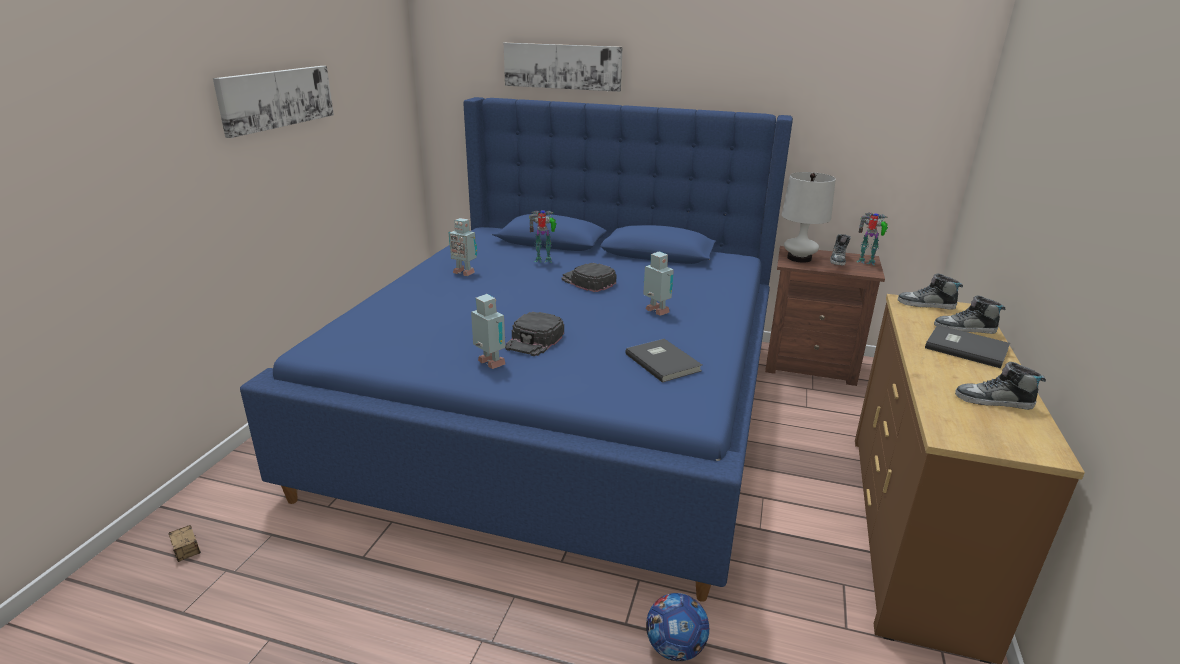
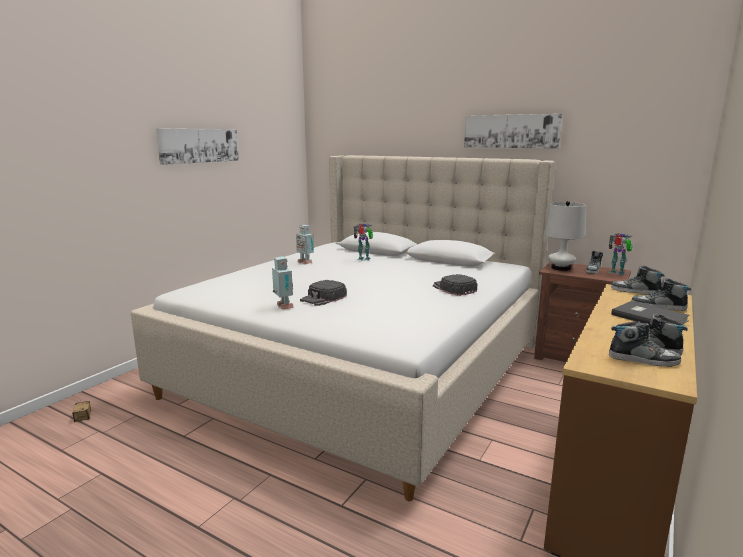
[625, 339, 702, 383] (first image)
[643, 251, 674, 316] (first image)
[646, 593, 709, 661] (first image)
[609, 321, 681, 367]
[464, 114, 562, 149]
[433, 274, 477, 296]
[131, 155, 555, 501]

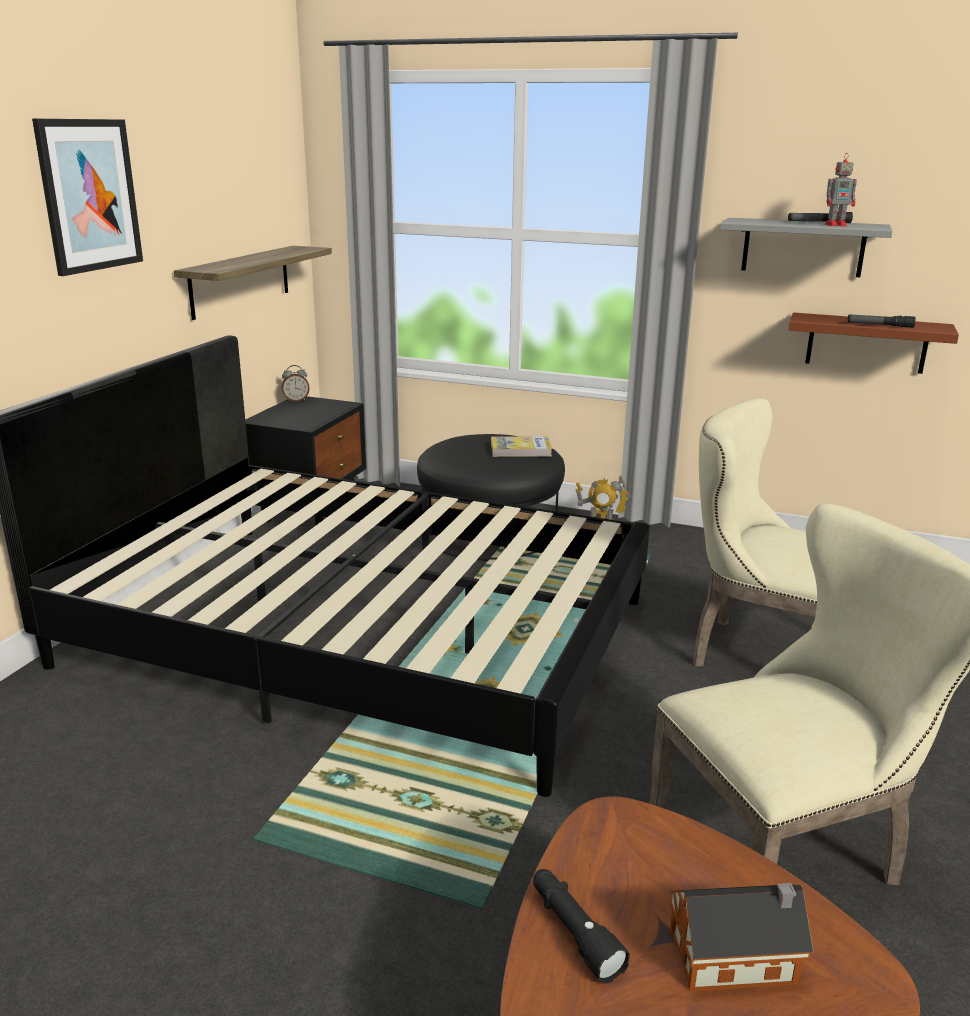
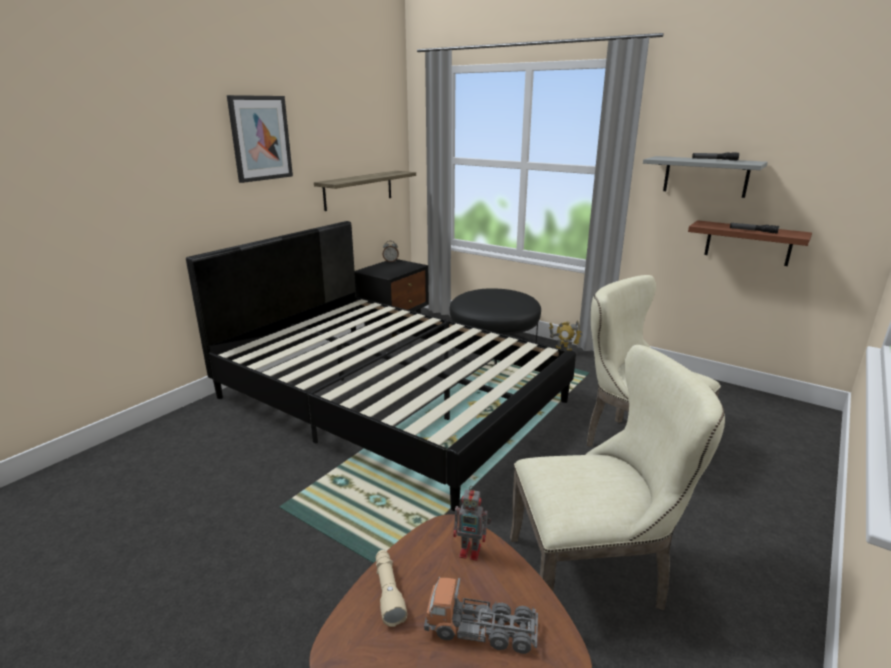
[491, 436, 552, 457] (first image)
[453, 486, 491, 561]
[424, 577, 538, 654]
[376, 550, 407, 627]

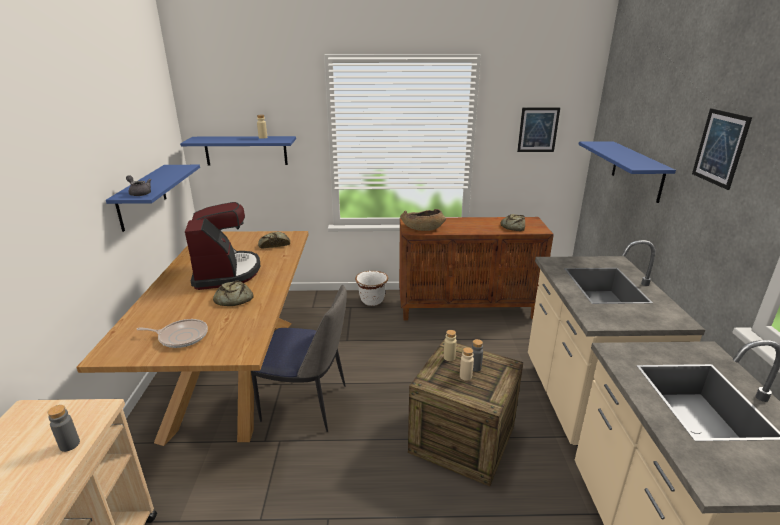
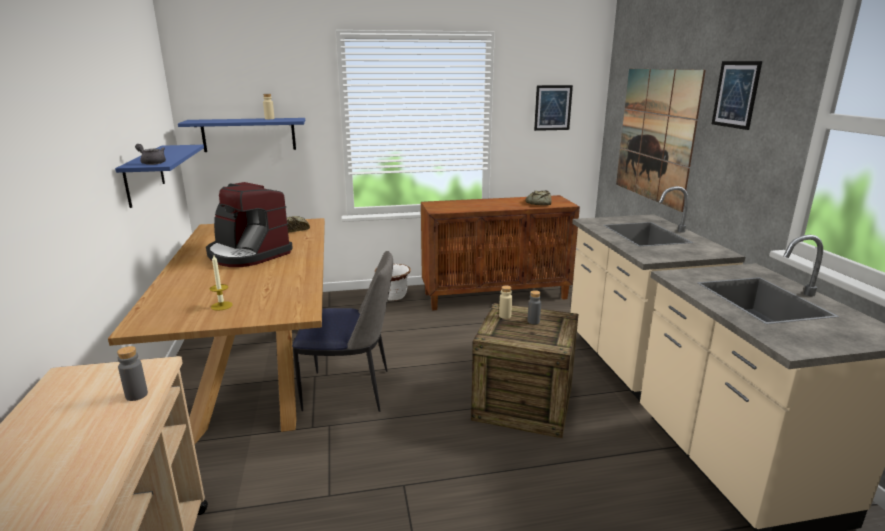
[213, 280, 254, 306] (first image)
[400, 209, 446, 231] (first image)
[460, 347, 474, 381] (first image)
[210, 255, 233, 311]
[616, 69, 706, 212]
[206, 182, 293, 267]

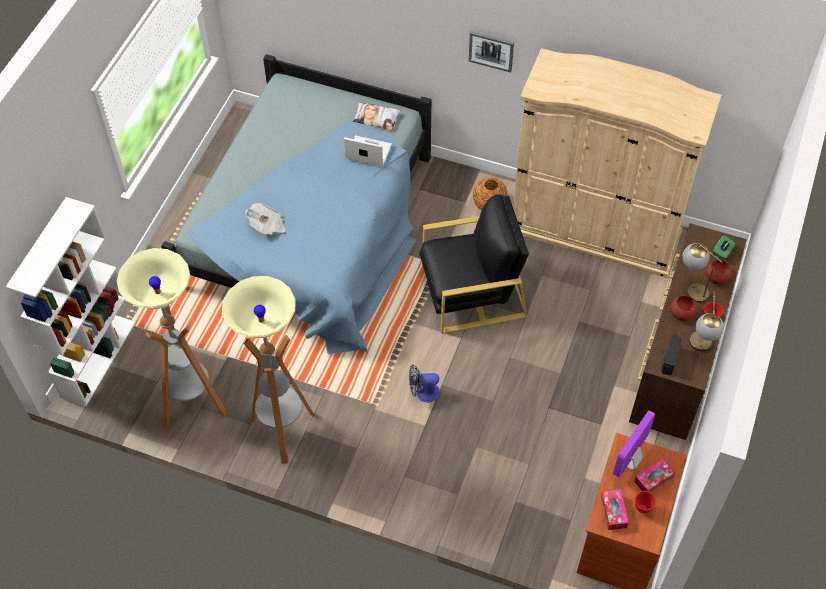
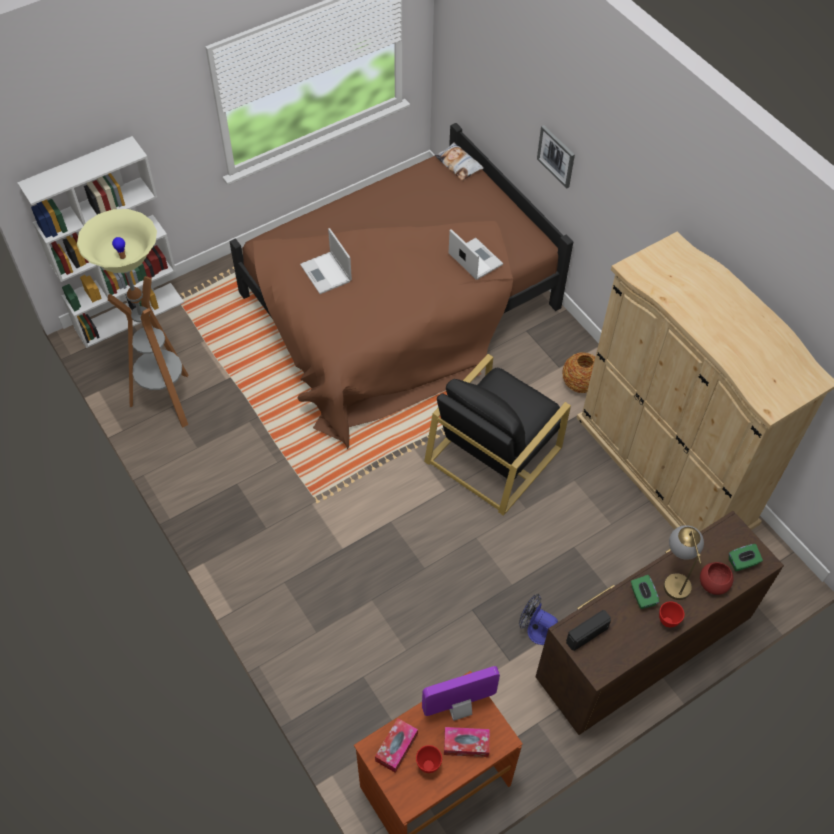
[222, 276, 315, 464] (first image)
[689, 291, 724, 351] (first image)
[435, 142, 484, 181]
[519, 594, 558, 645]
[537, 125, 575, 188]
[300, 228, 352, 294]
[631, 575, 659, 609]
[229, 123, 573, 449]
[424, 354, 571, 516]

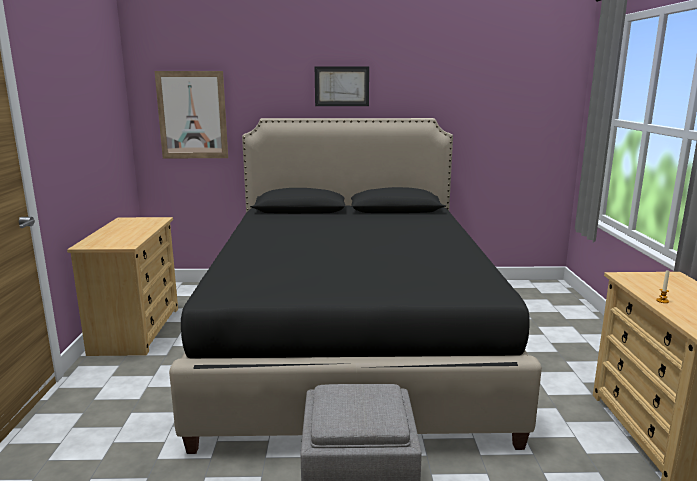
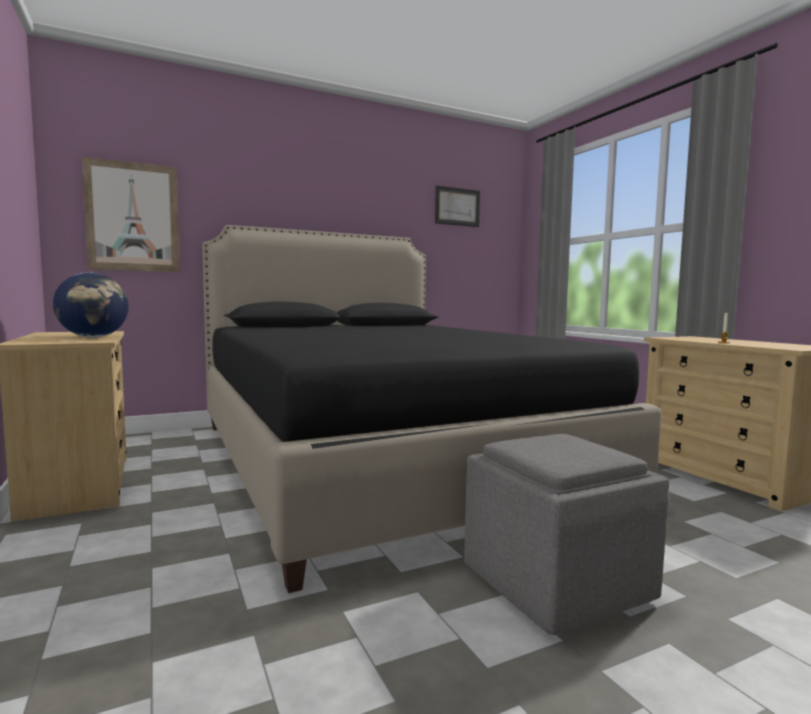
[53, 272, 129, 338]
[435, 185, 480, 227]

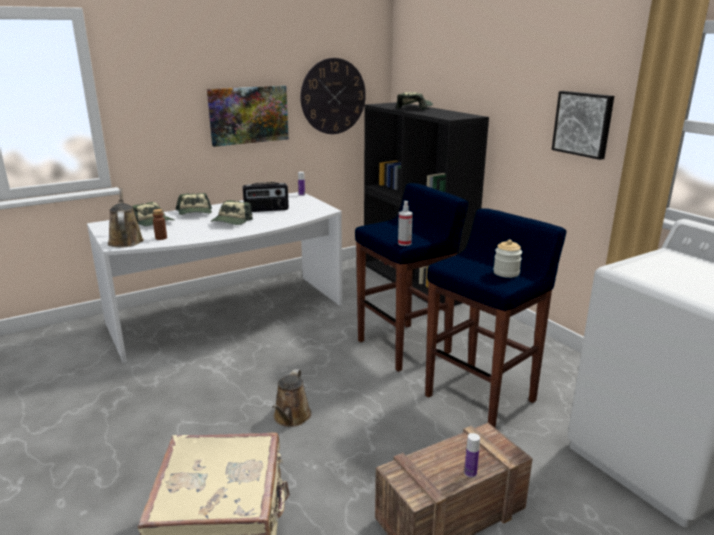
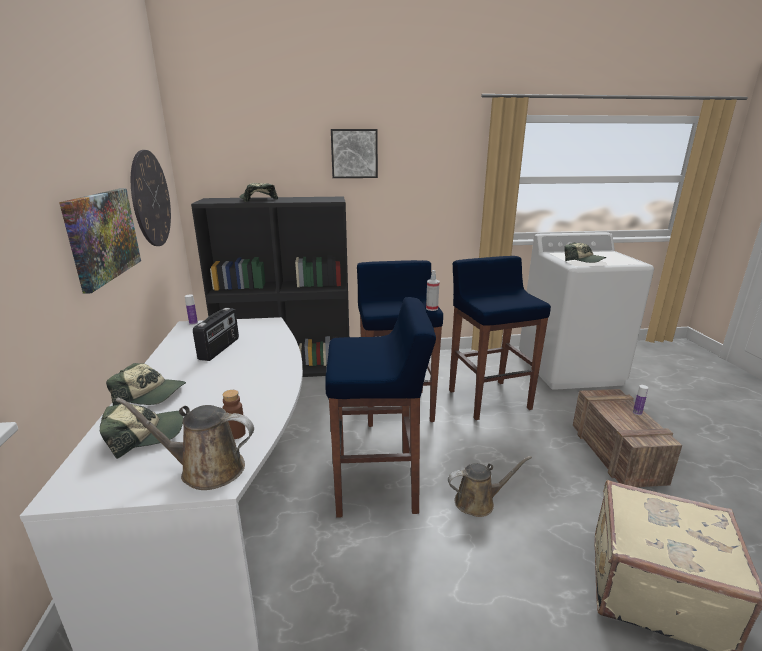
[493, 240, 522, 278] (first image)
[326, 297, 436, 518]
[564, 243, 606, 263]
[331, 129, 378, 178]
[448, 456, 532, 517]

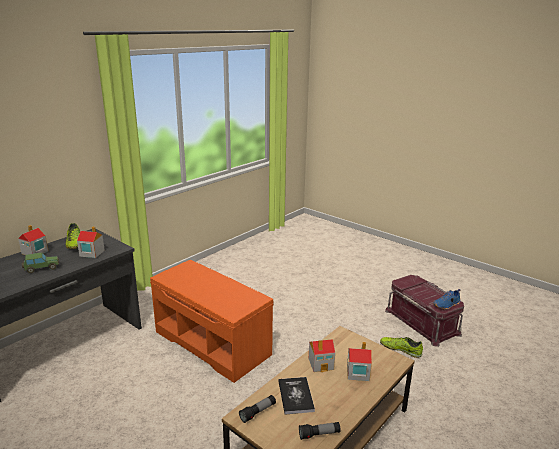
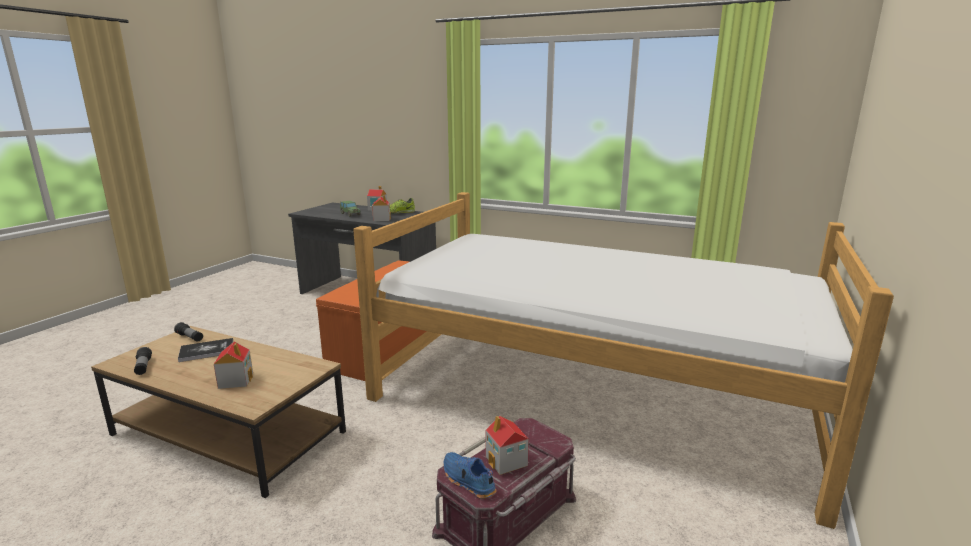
[380, 337, 423, 358] (first image)
[353, 192, 894, 529]
[486, 416, 529, 475]

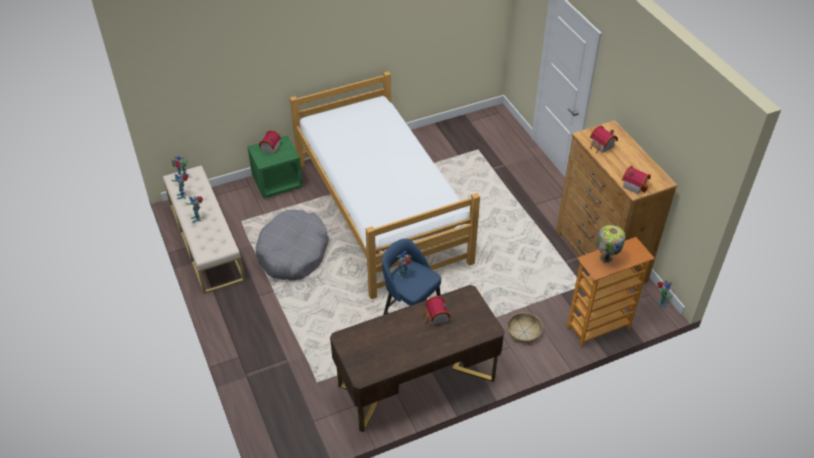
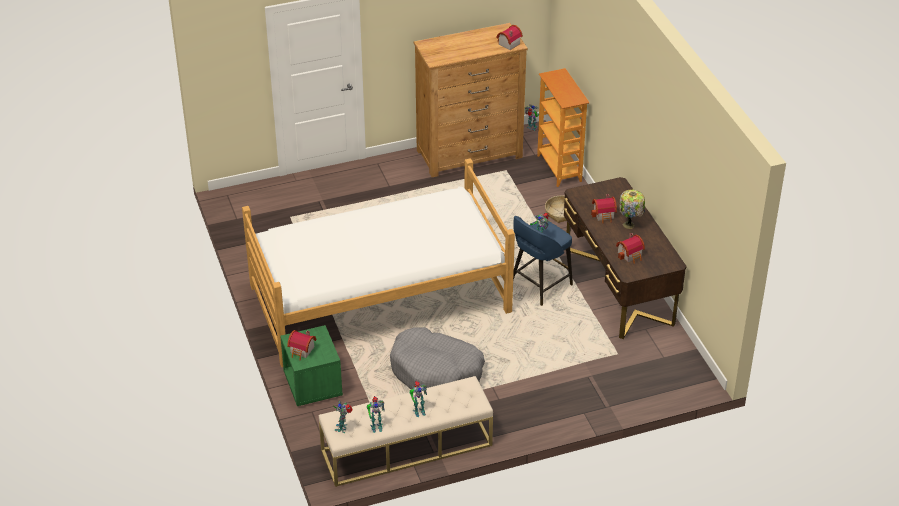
[616, 233, 645, 264]
[619, 190, 645, 229]

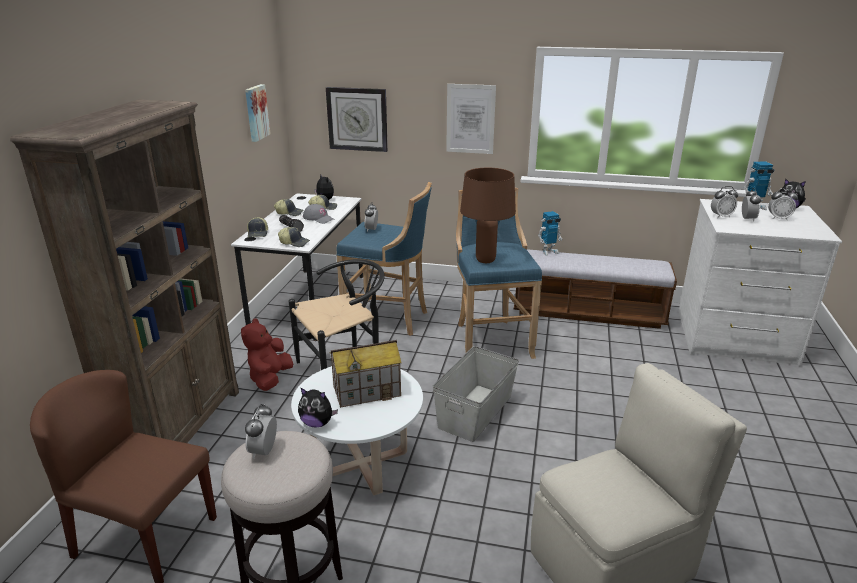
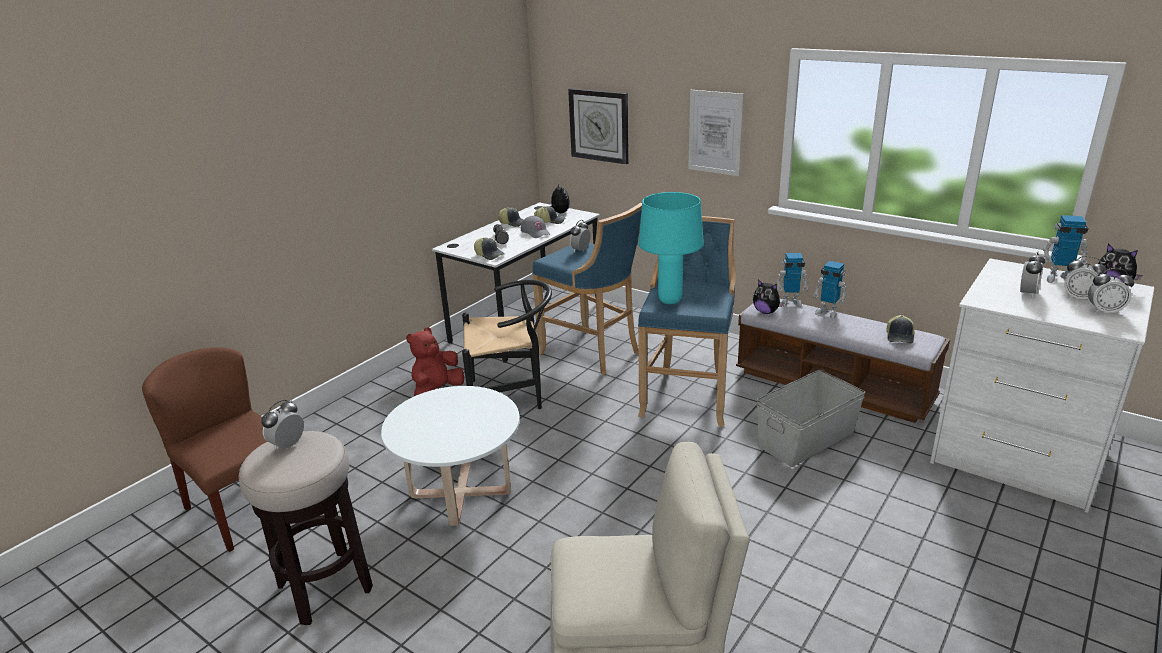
[10, 99, 239, 443] (first image)
[245, 84, 271, 142] (first image)
[330, 340, 402, 408] (first image)
[813, 261, 847, 319]
[886, 315, 915, 343]
[753, 279, 785, 314]
[757, 370, 865, 467]
[1088, 268, 1134, 315]
[638, 192, 704, 304]

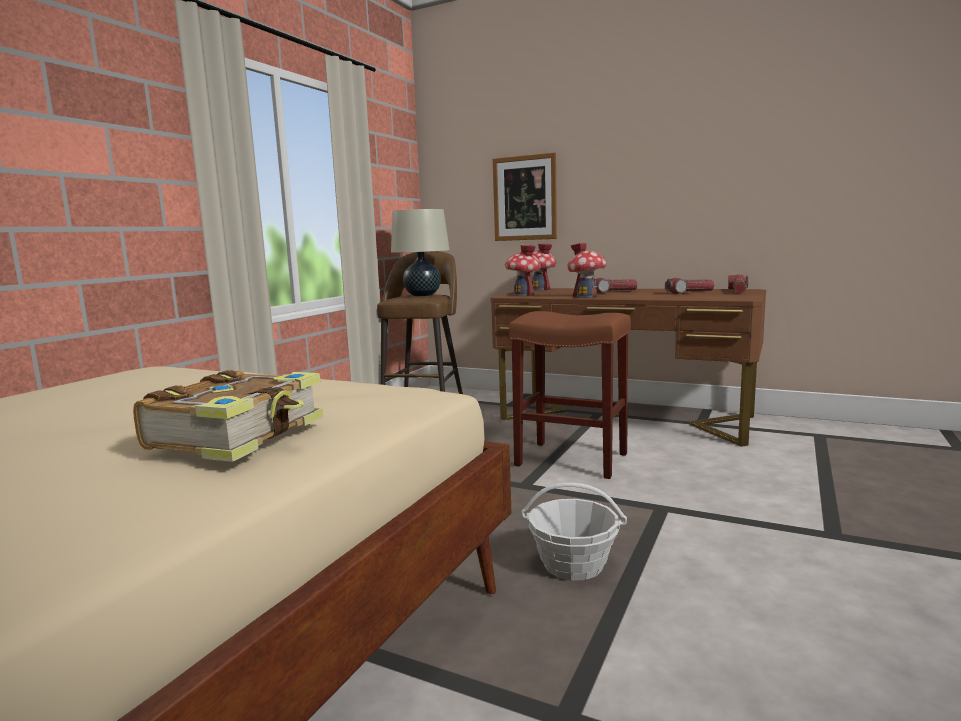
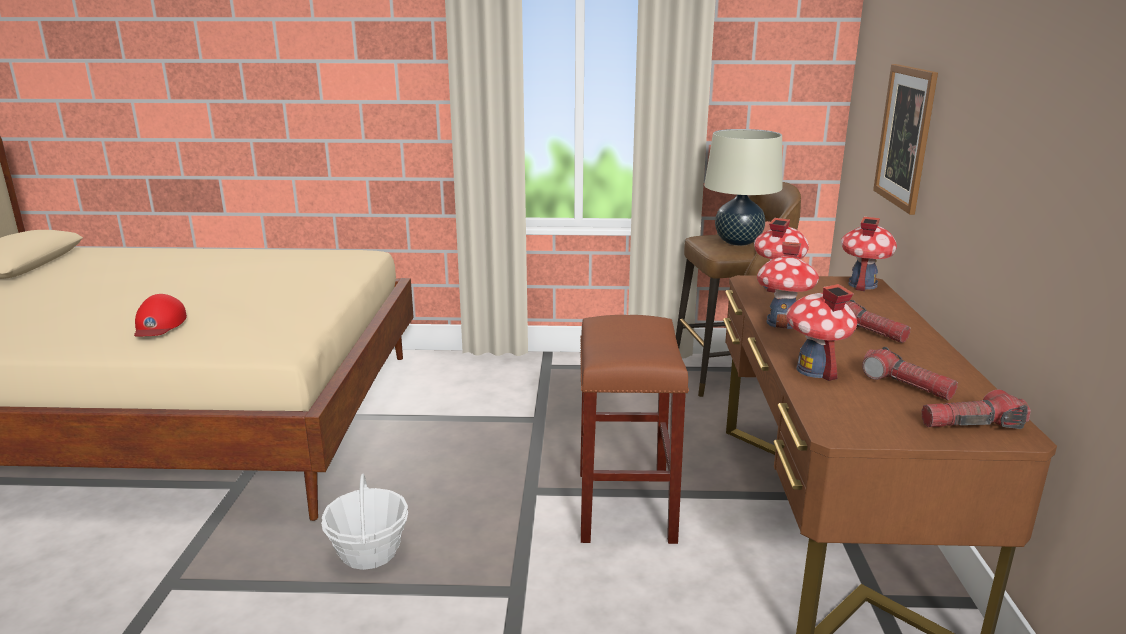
[786, 284, 857, 381]
[134, 294, 187, 337]

